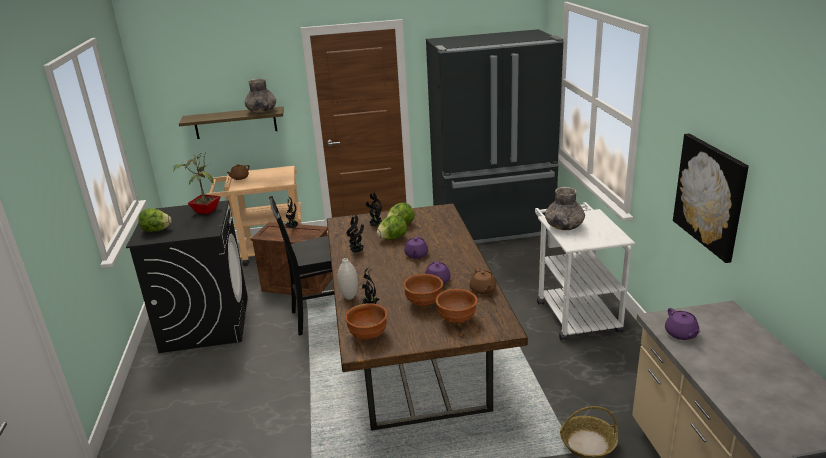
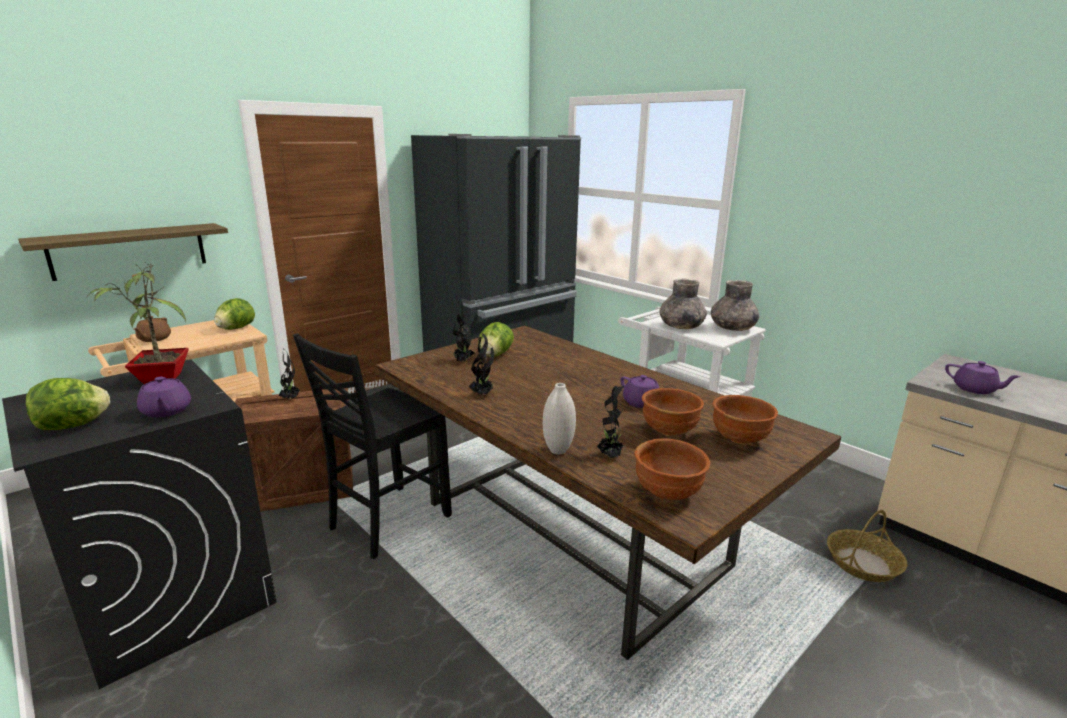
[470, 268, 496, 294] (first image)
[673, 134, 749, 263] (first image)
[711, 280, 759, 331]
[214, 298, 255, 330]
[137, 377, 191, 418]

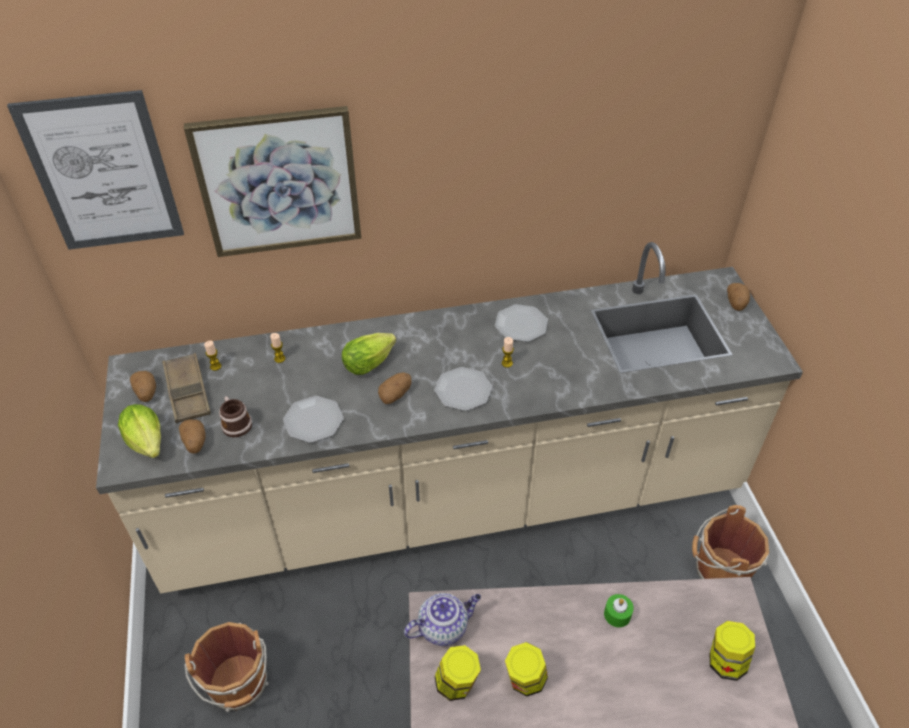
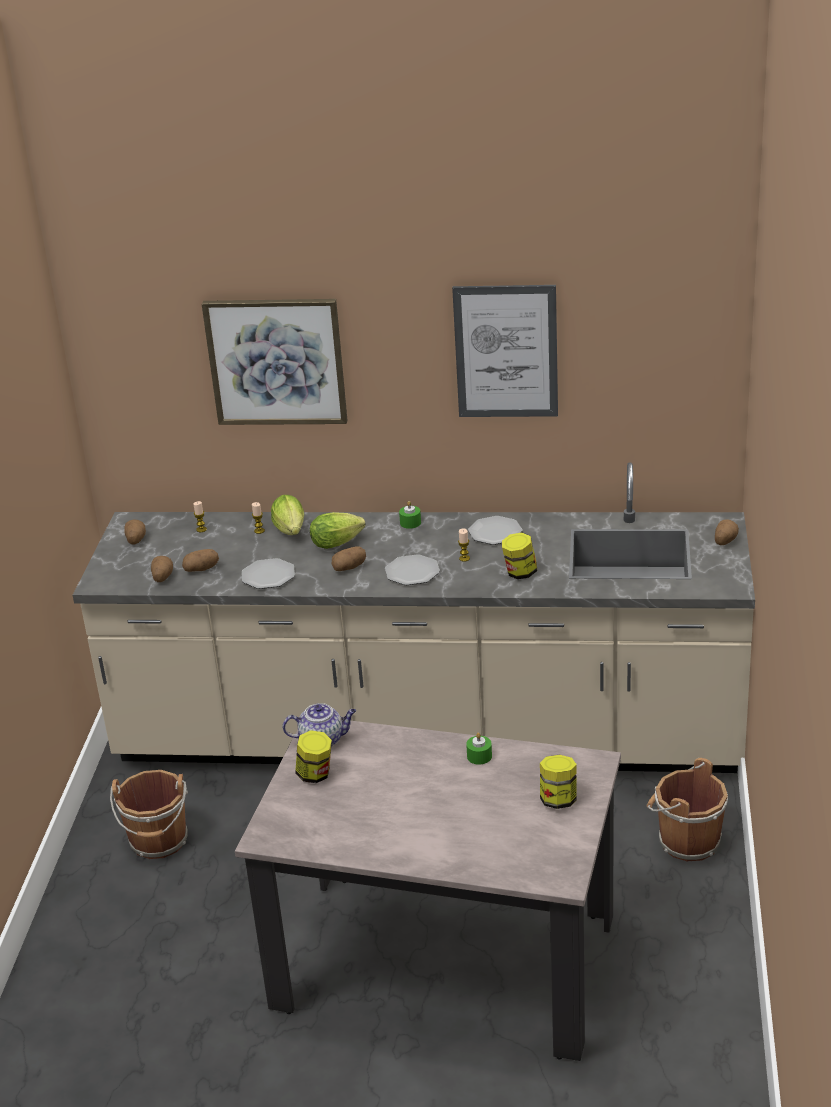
[162, 353, 211, 423] (first image)
[399, 501, 421, 529]
[452, 285, 558, 417]
[271, 495, 304, 535]
[502, 532, 537, 579]
[182, 549, 219, 572]

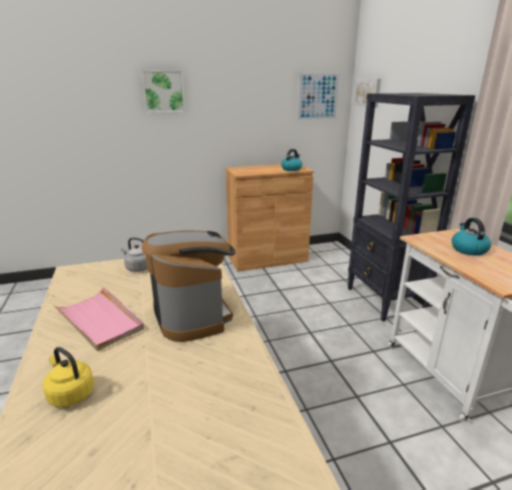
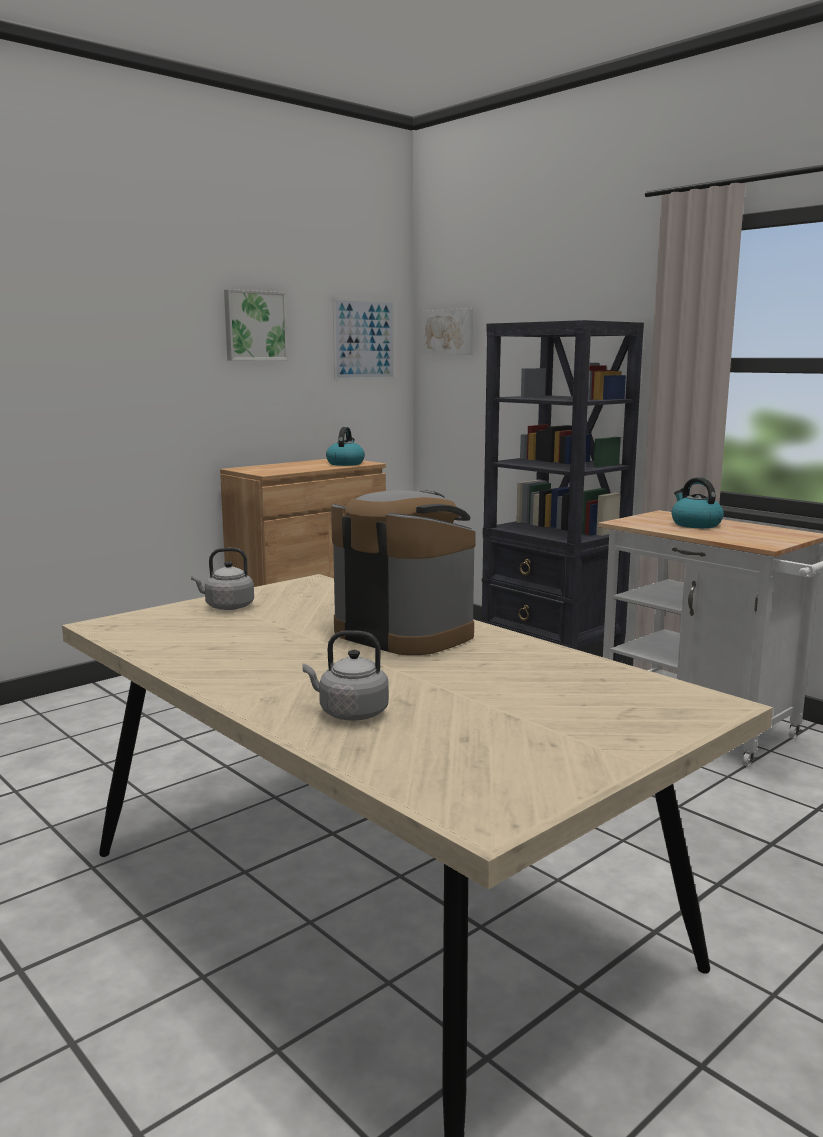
[53, 287, 144, 351] (first image)
[224, 289, 288, 360]
[302, 630, 389, 720]

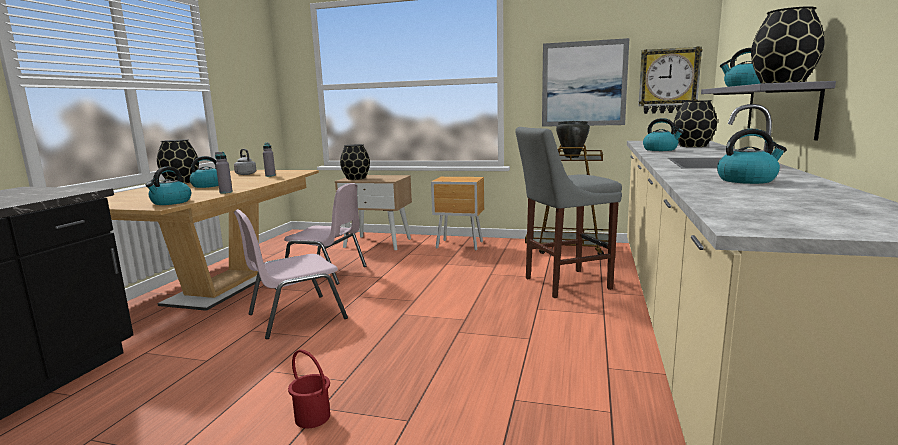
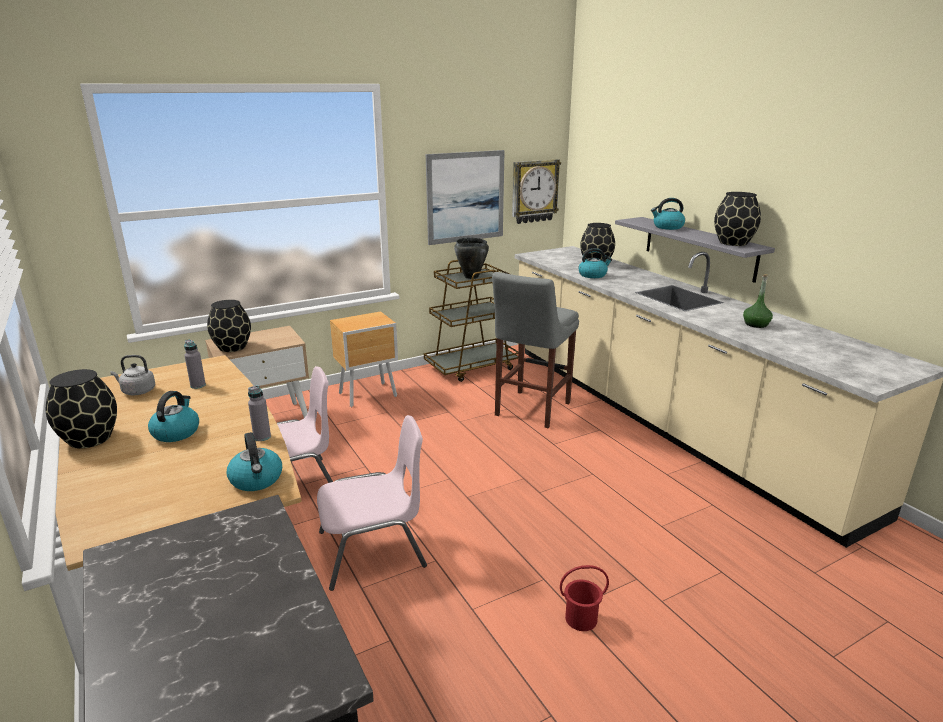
[743, 274, 773, 328]
[317, 415, 427, 591]

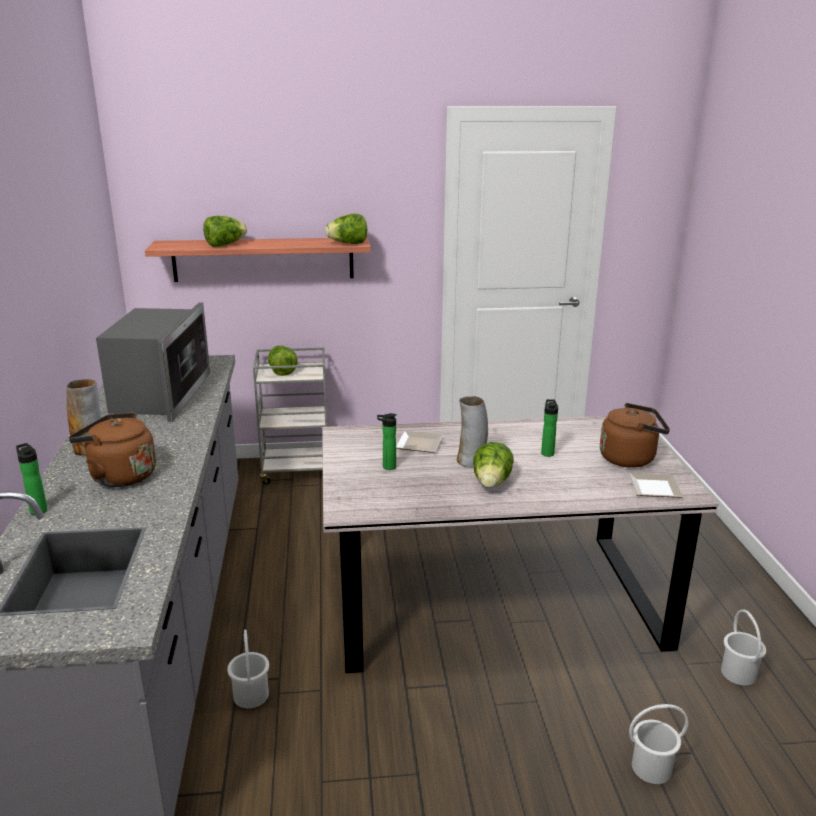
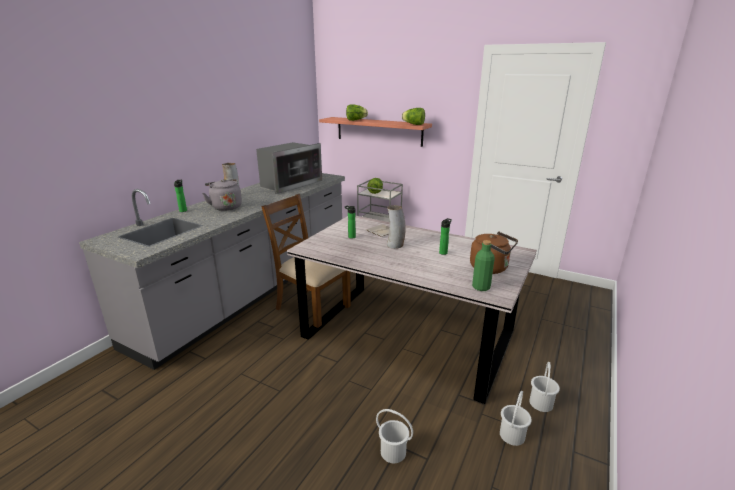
[473, 442, 514, 488] (first image)
[261, 194, 351, 328]
[529, 362, 560, 412]
[472, 240, 495, 291]
[202, 179, 242, 211]

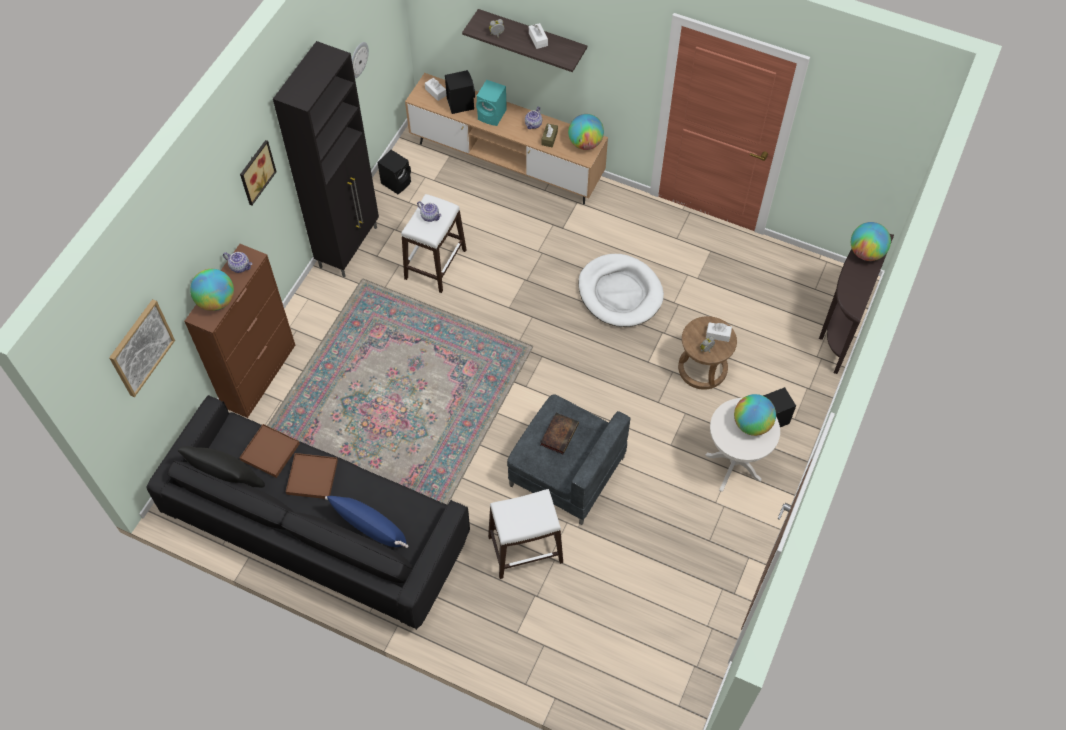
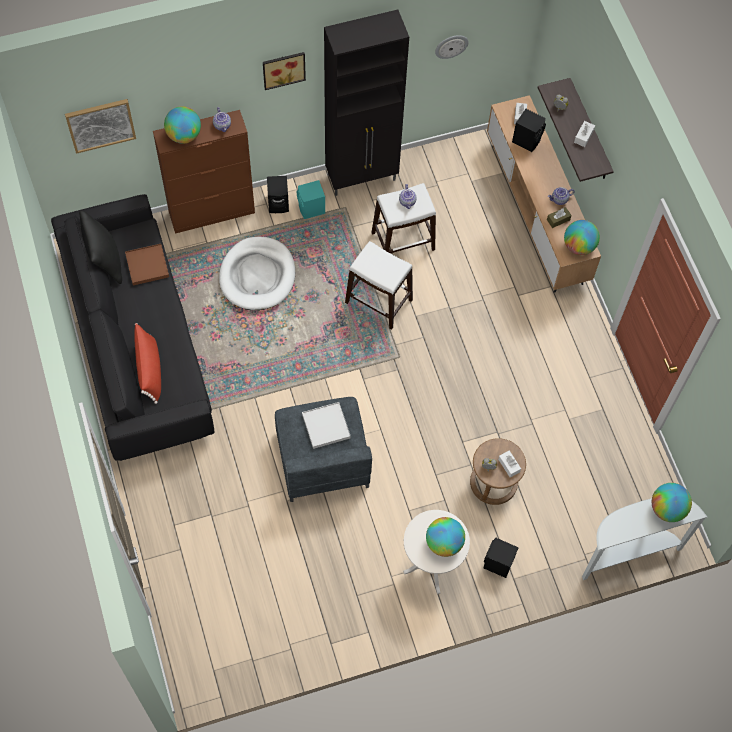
[286, 453, 338, 499] (first image)
[267, 176, 289, 213]
[297, 180, 325, 219]
[345, 241, 413, 330]
[219, 236, 295, 310]
[302, 402, 351, 449]
[134, 323, 161, 404]
[582, 498, 707, 580]

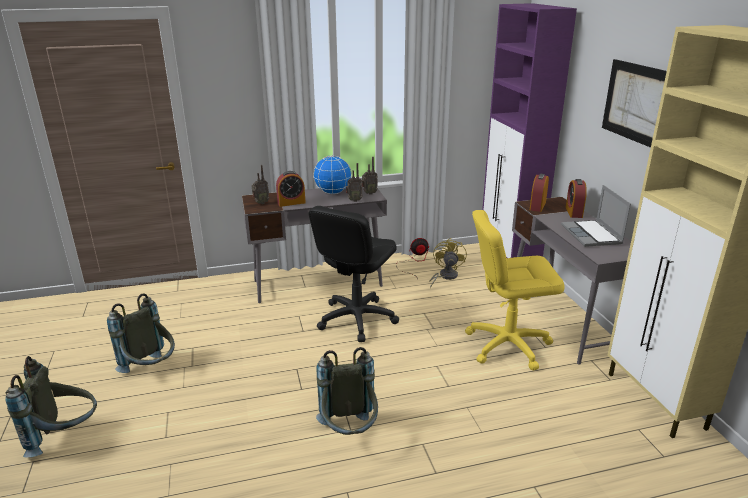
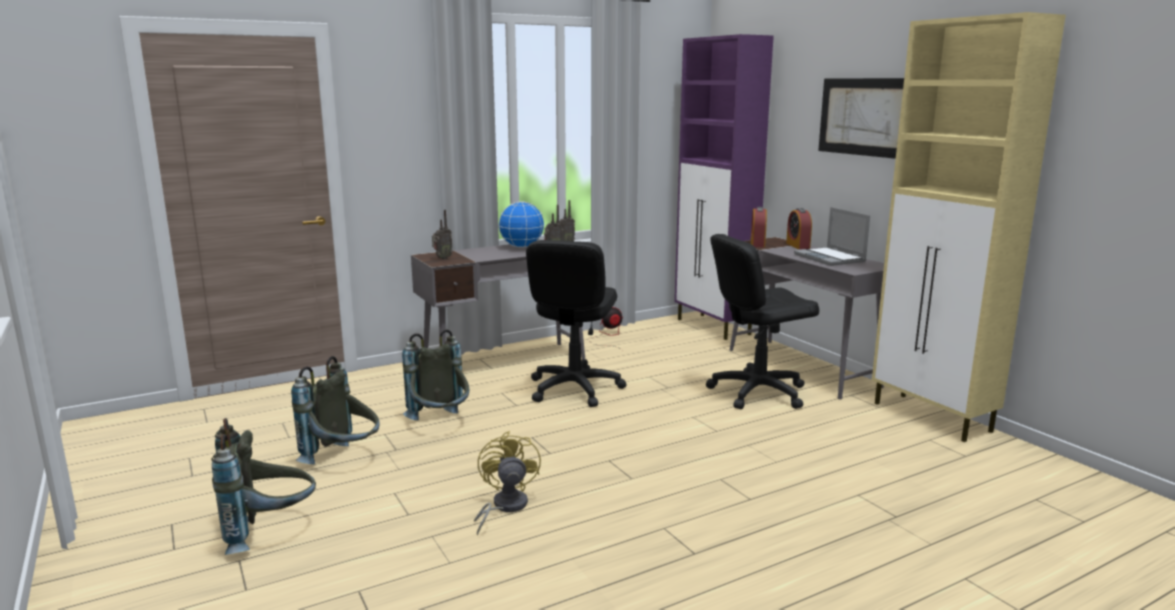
[276, 171, 306, 207] (first image)
[402, 329, 469, 421]
[474, 431, 541, 536]
[706, 234, 819, 409]

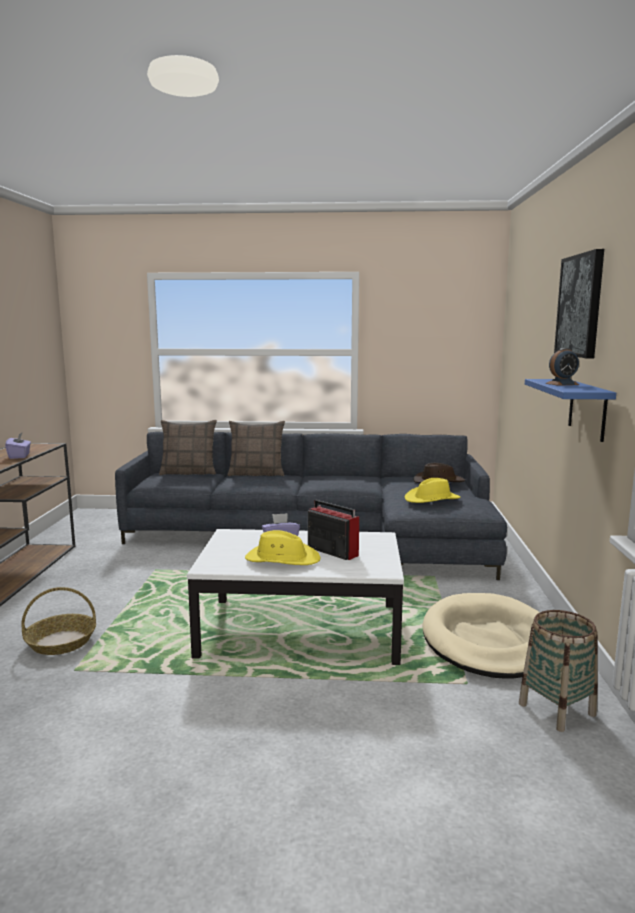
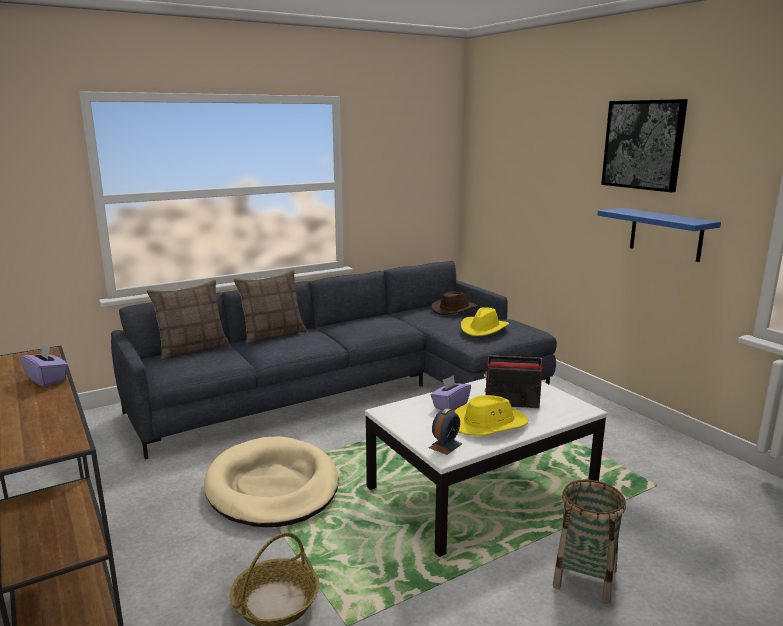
[204, 436, 339, 527]
[553, 480, 626, 604]
[429, 408, 462, 455]

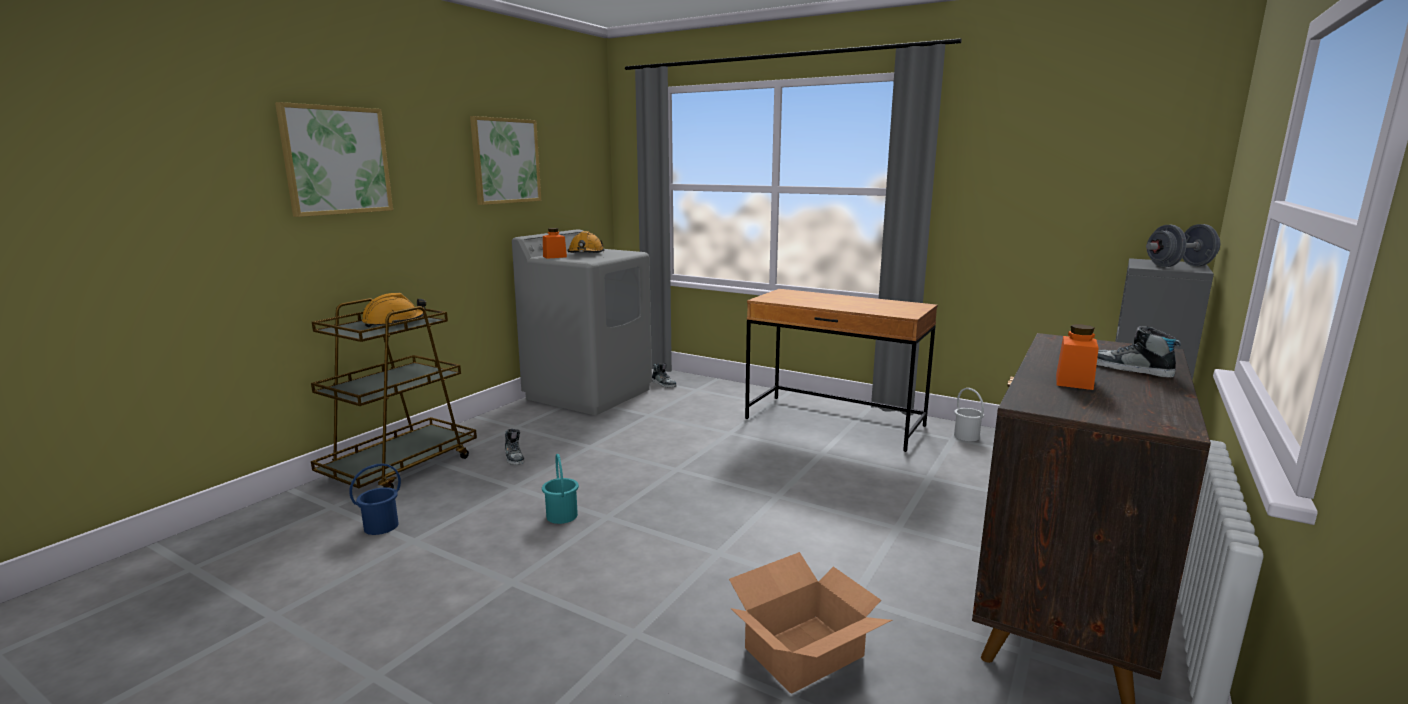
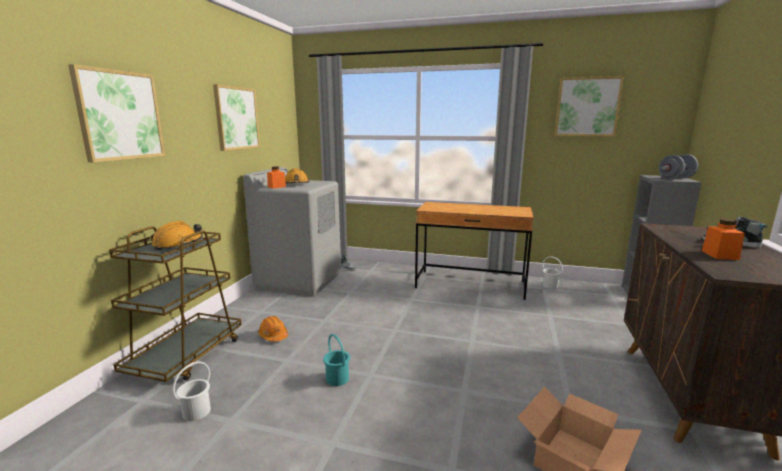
[554, 76, 624, 136]
[258, 316, 288, 342]
[172, 361, 211, 421]

